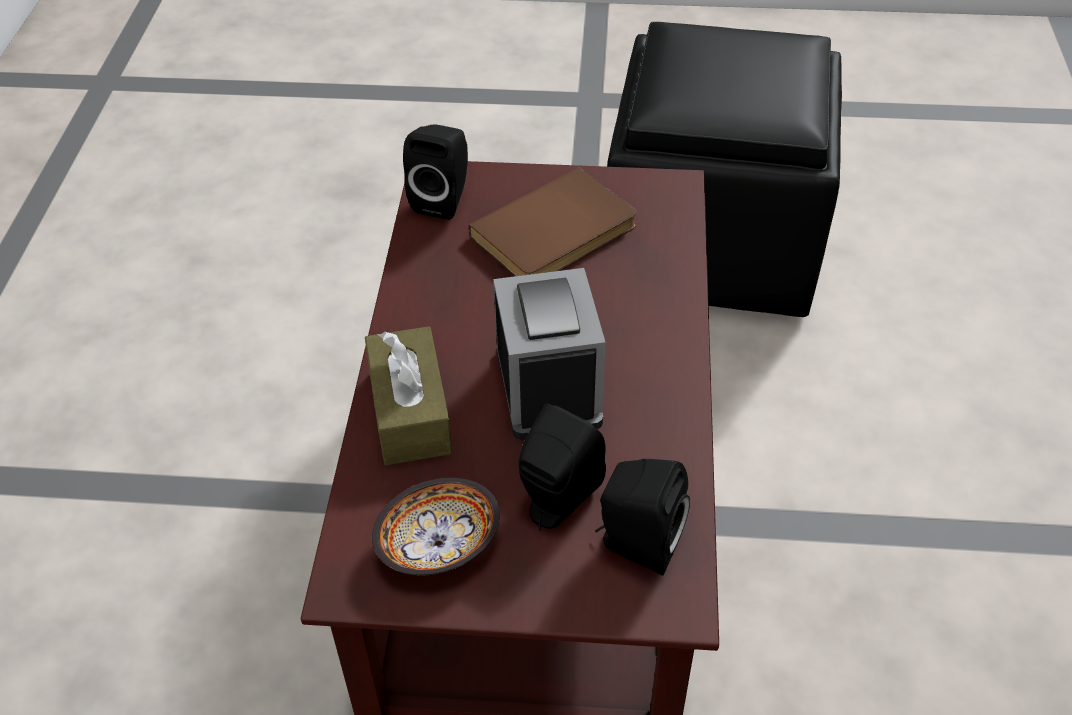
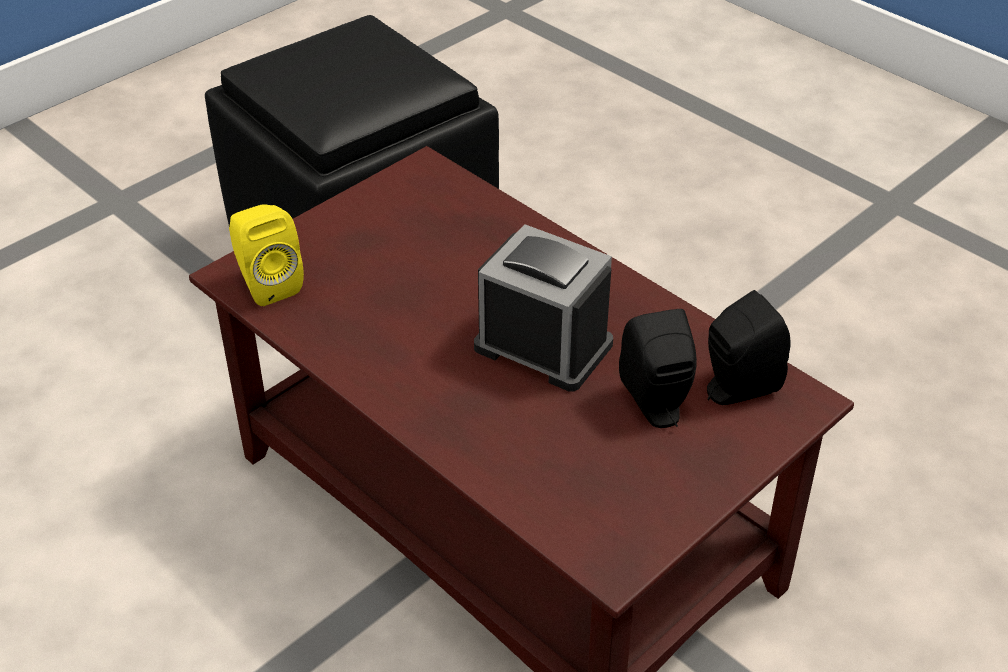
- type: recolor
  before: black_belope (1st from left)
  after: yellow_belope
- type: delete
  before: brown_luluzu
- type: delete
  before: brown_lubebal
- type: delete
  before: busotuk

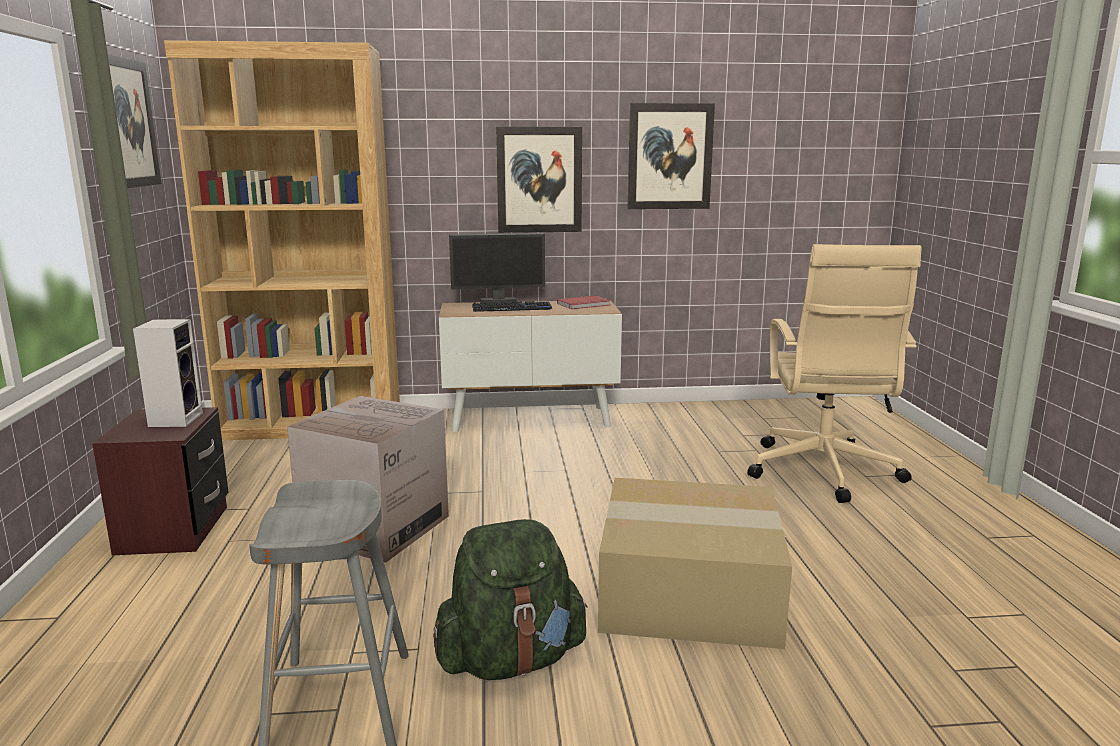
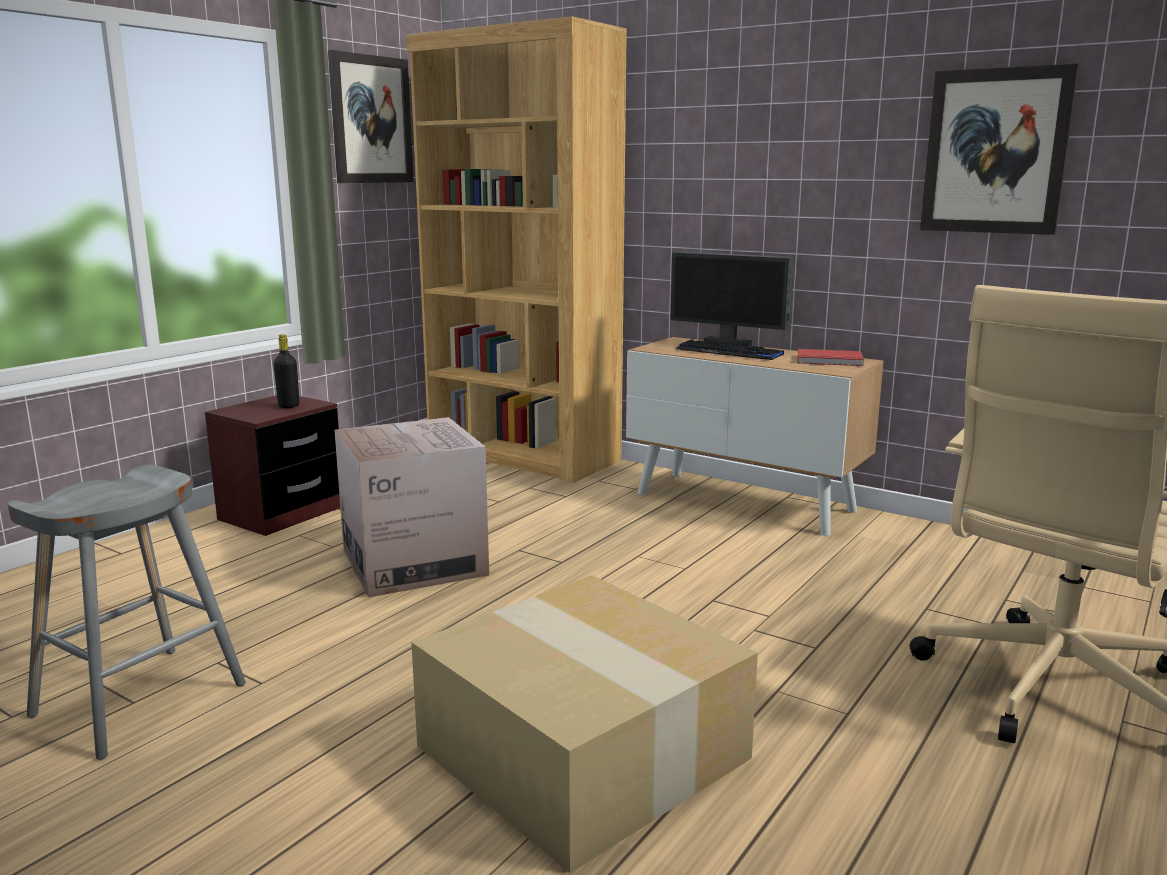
- type: delete
  before: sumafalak (2nd from left)
- type: replace
  before: belope
  after: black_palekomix
- type: delete
  before: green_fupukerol

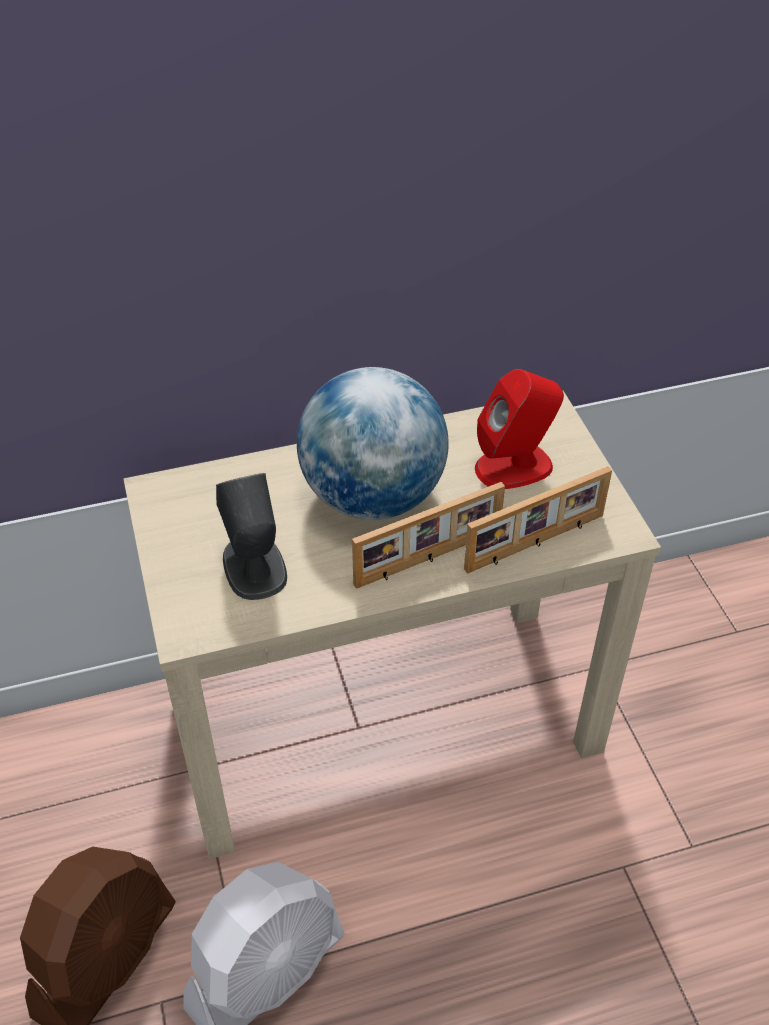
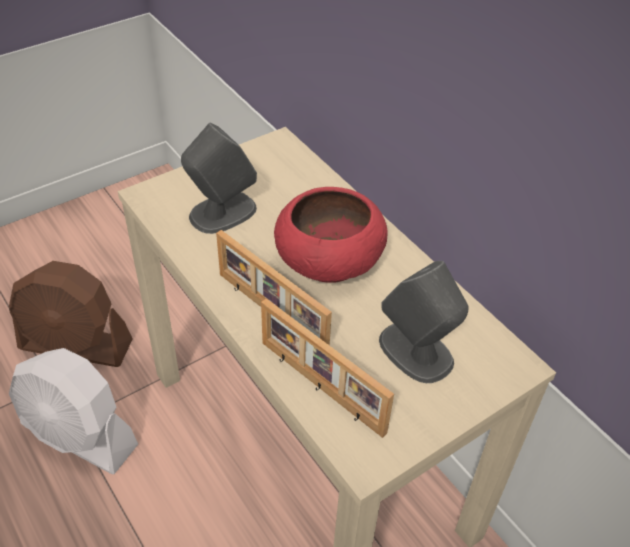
- type: replace
  before: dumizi
  after: red_busotuk
- type: recolor
  before: red_belope
  after: grey_belope (2nd from left)

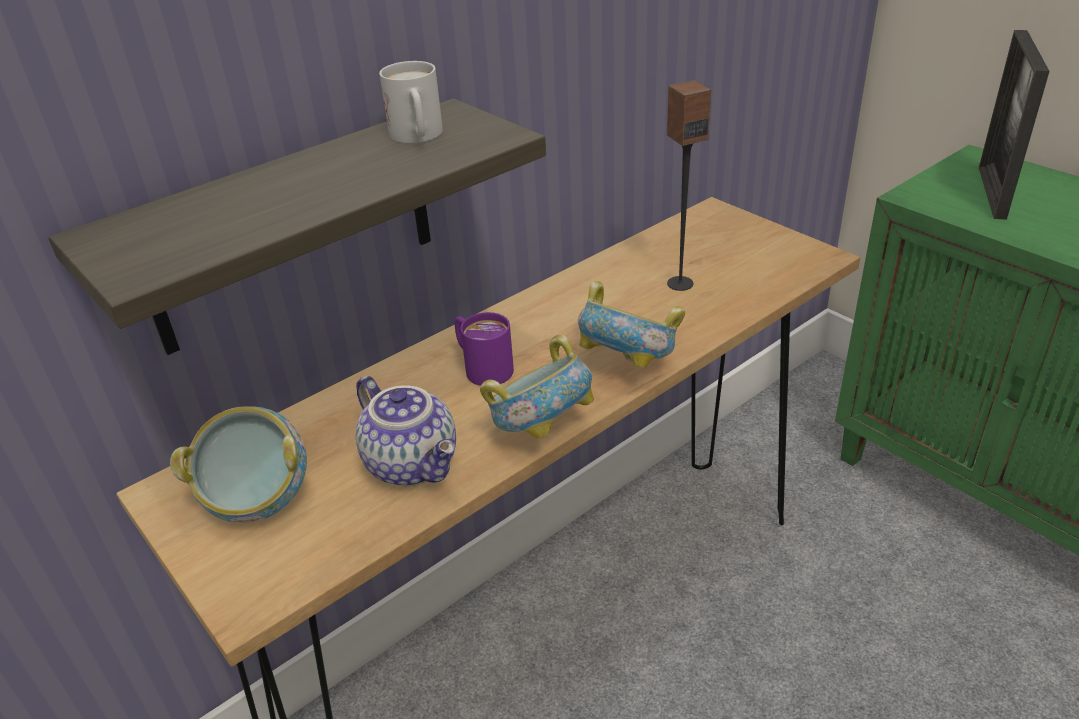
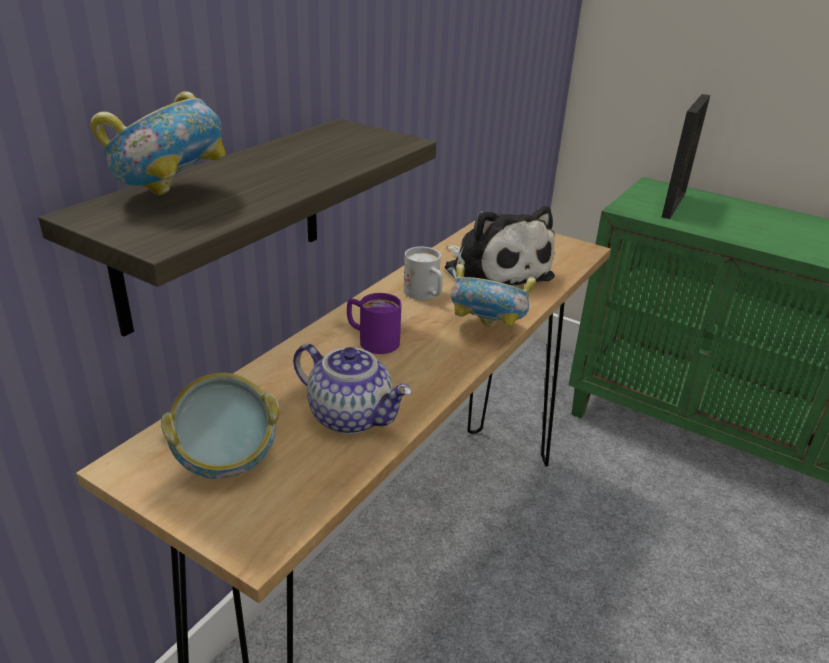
- type: rotate
  before: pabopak
  turn: -150
- type: move
  before: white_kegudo
- type: replace
  before: belope
  after: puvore
- type: move
  before: busotuk (2nd from left in the first image)
  after: busotuk (1st from left)

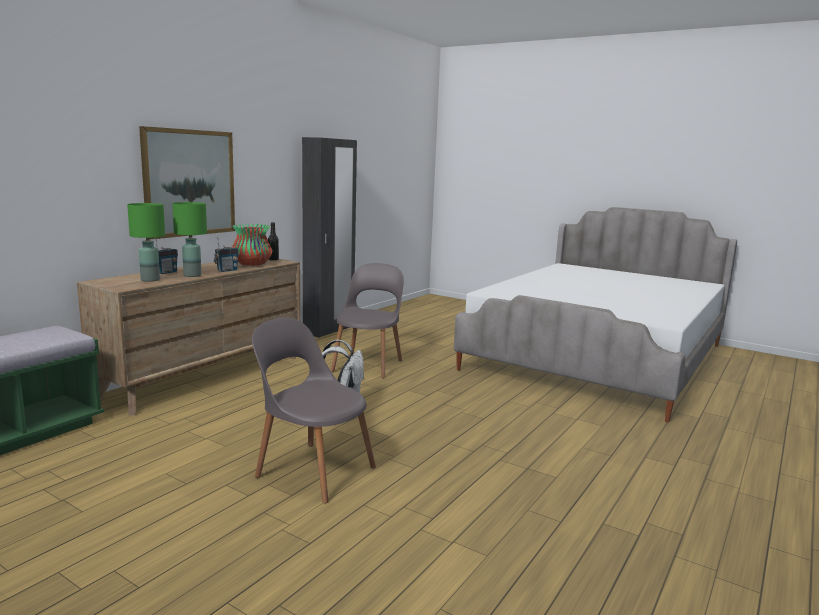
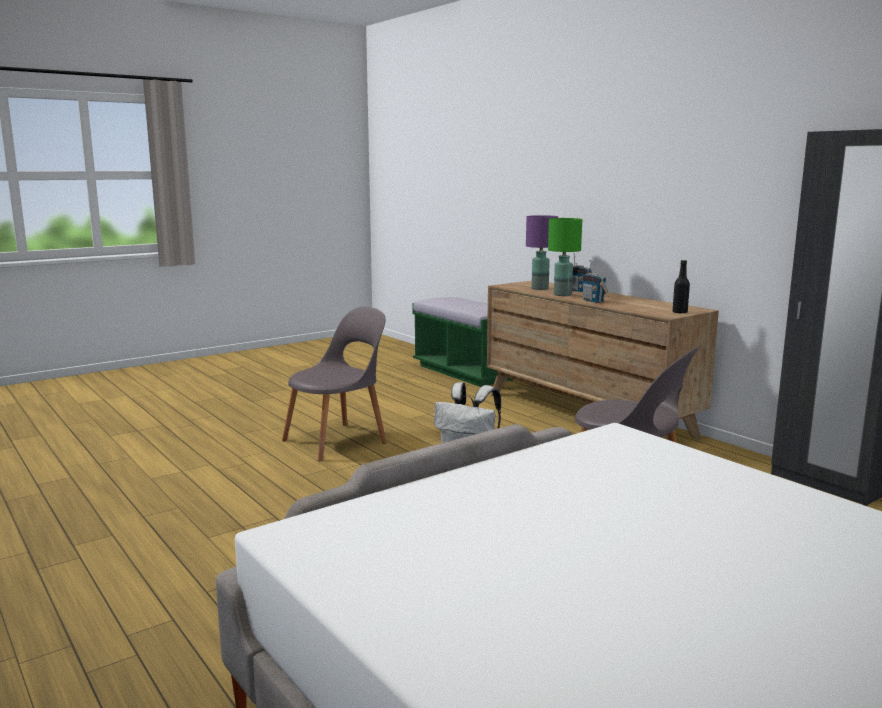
- type: delete
  before: sumafalak
- type: recolor
  before: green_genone (1st from left)
  after: purple_genone
- type: delete
  before: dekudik

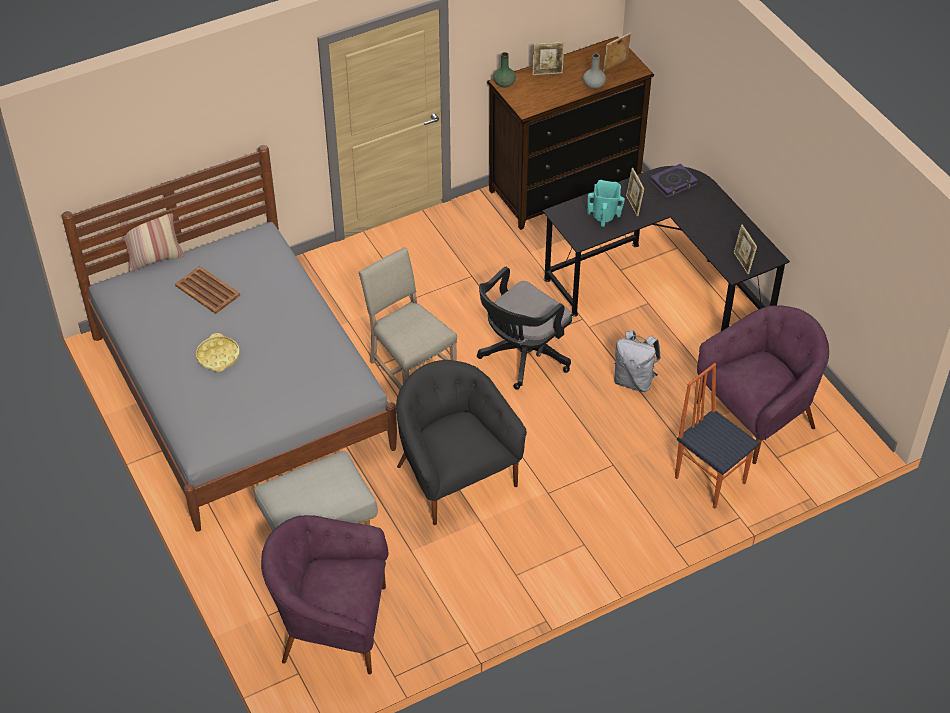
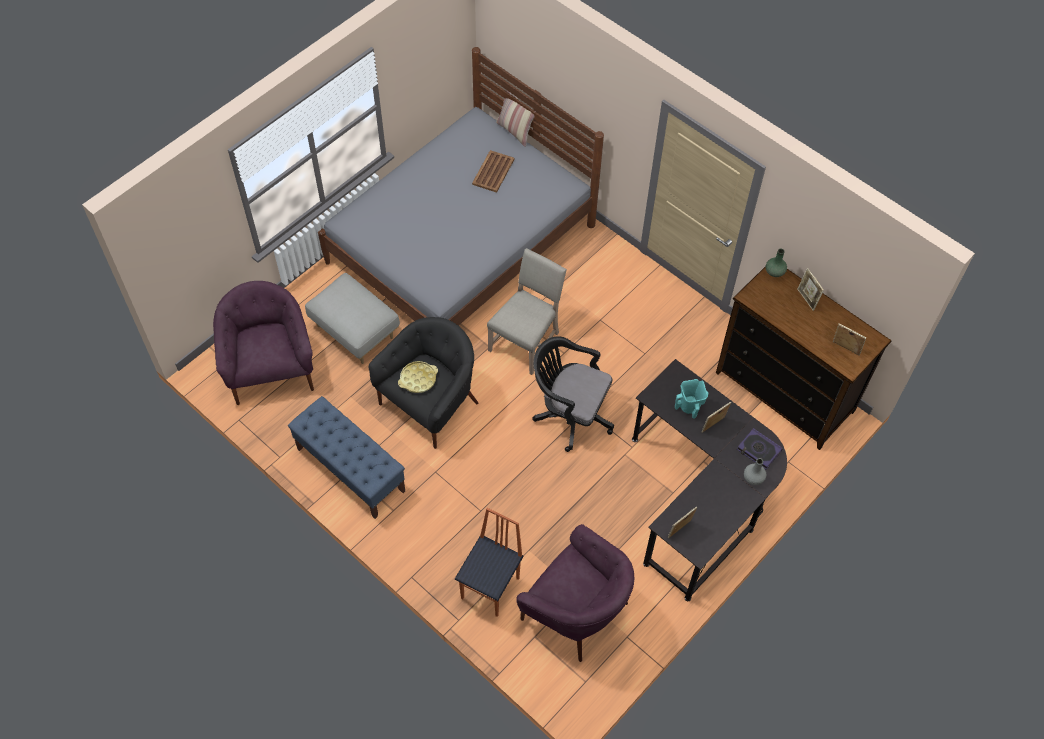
- type: move
  before: grey_dekudik
- type: delete
  before: grey_fupukerol
- type: move
  before: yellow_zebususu
- type: insert
  after: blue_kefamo

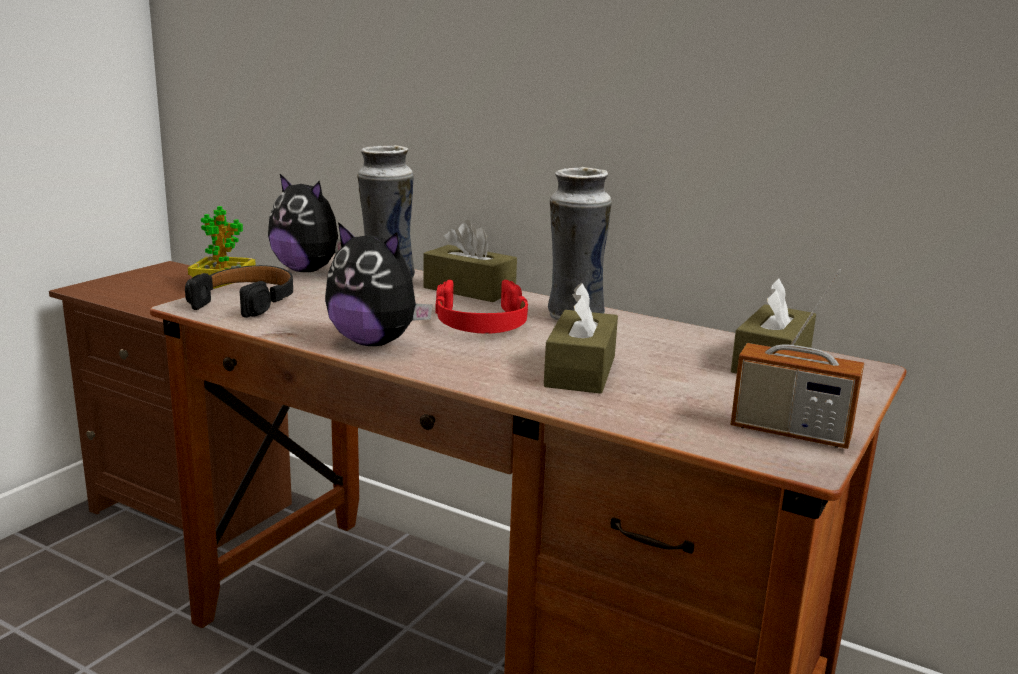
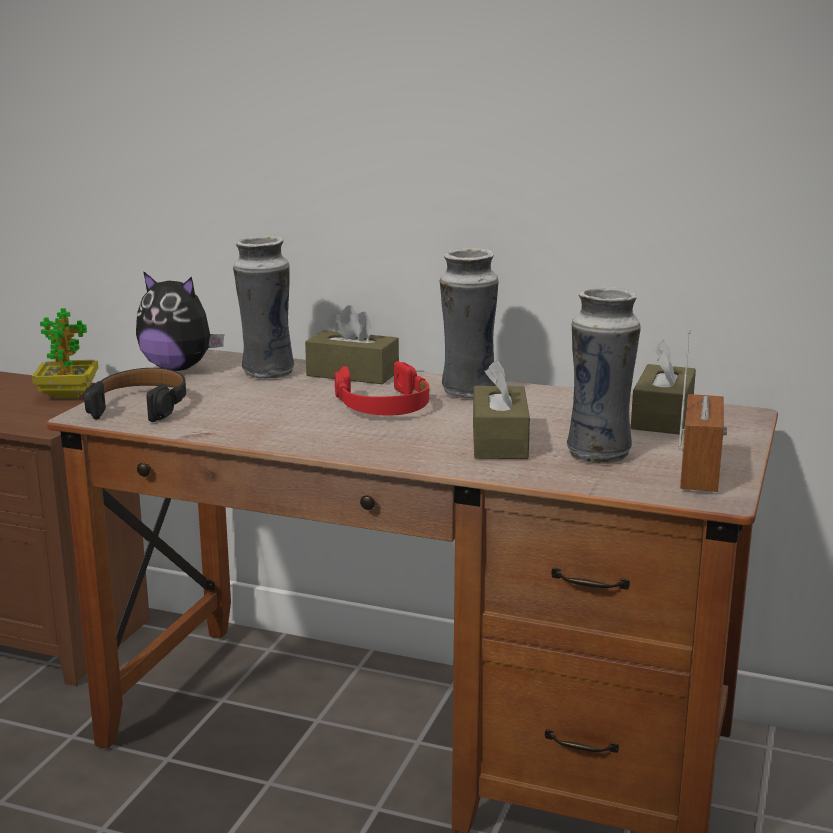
- type: delete
  before: puvore (2nd from left)
- type: rotate
  before: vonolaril
  turn: -90
- type: insert
  after: dekudik (3rd from left)

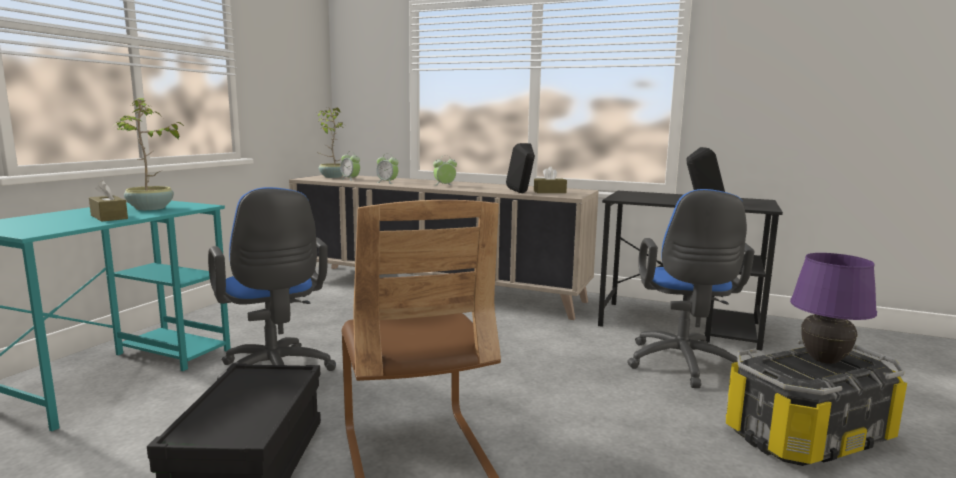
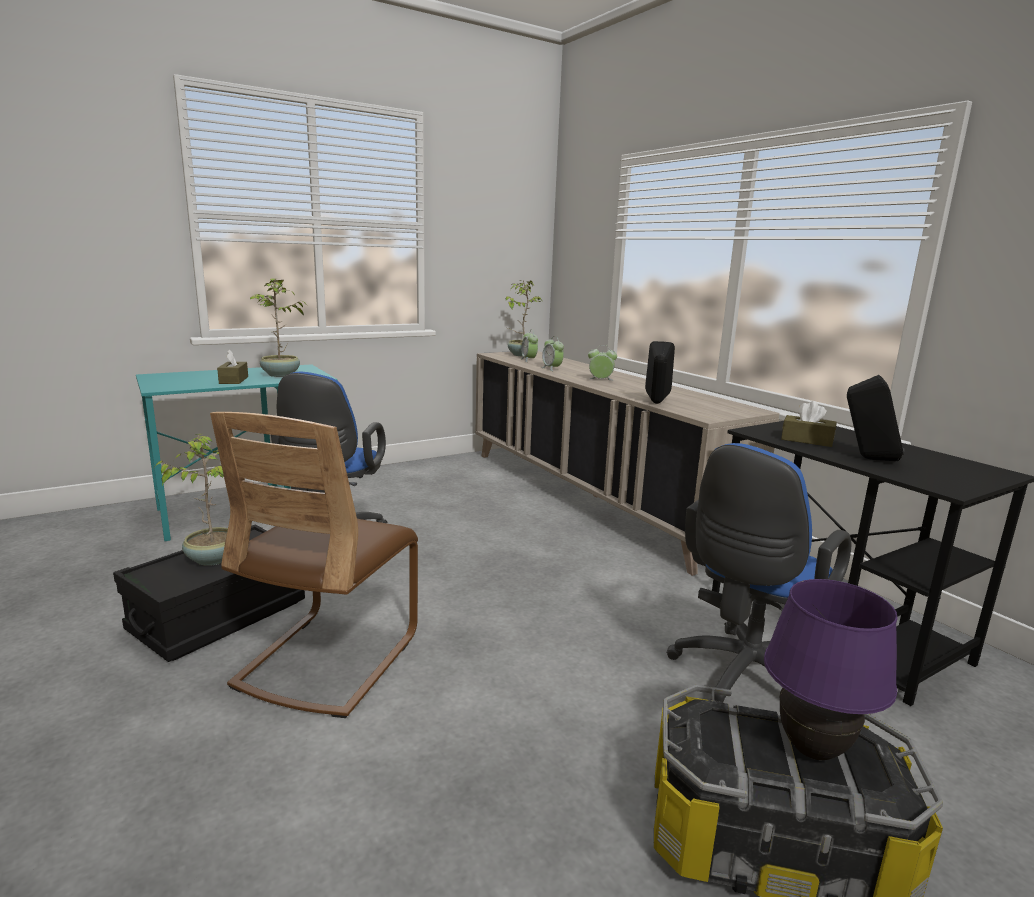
- type: move
  before: brown_lubebal (2nd from left)
- type: insert
  after: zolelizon (1st from left)

